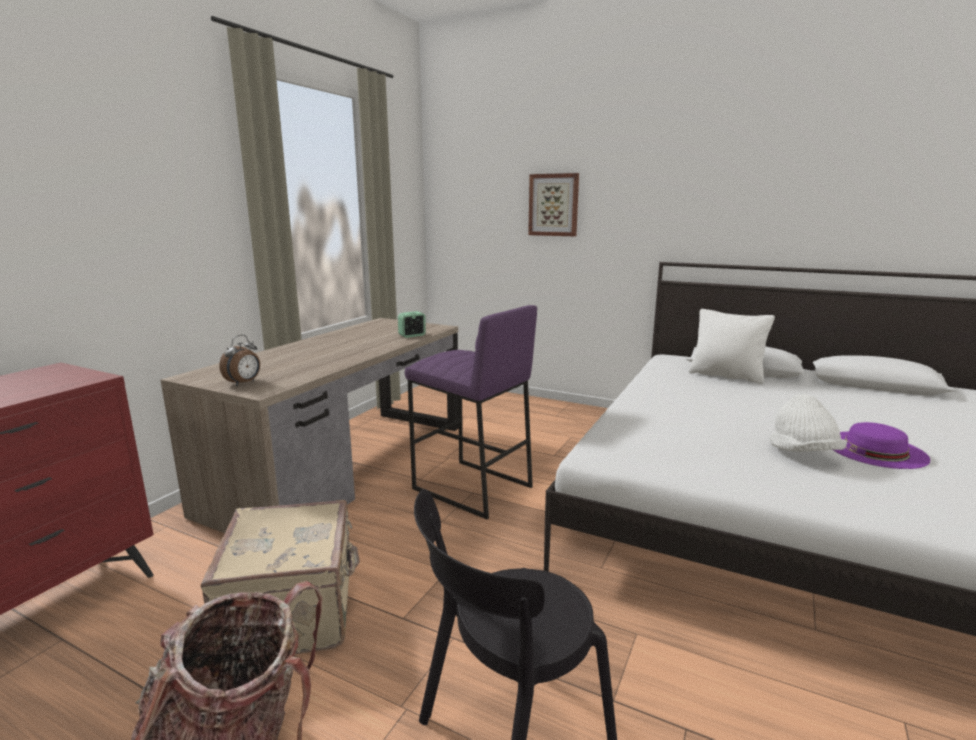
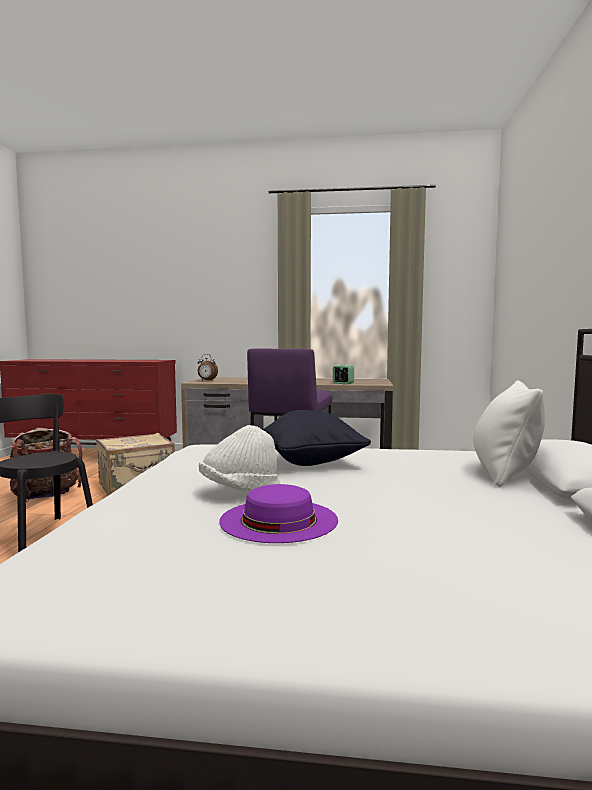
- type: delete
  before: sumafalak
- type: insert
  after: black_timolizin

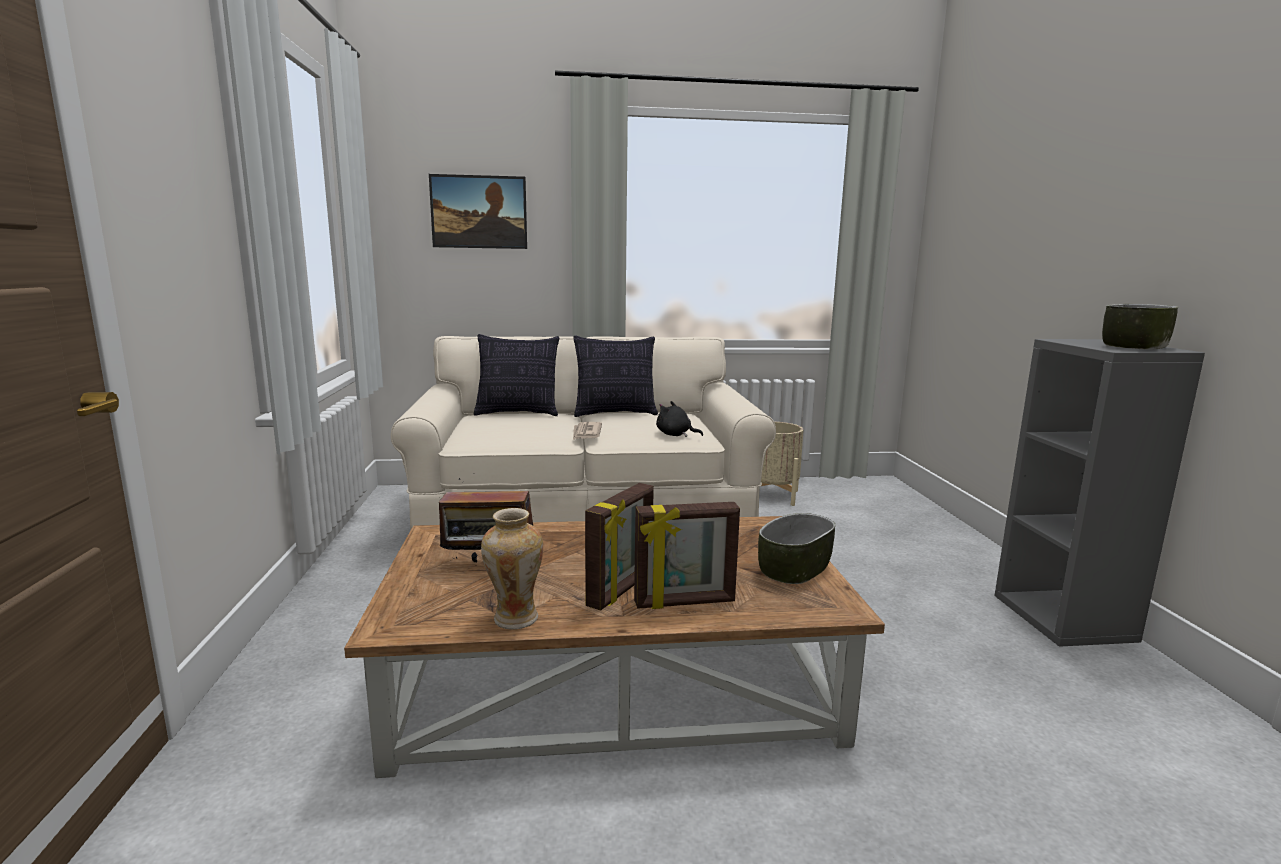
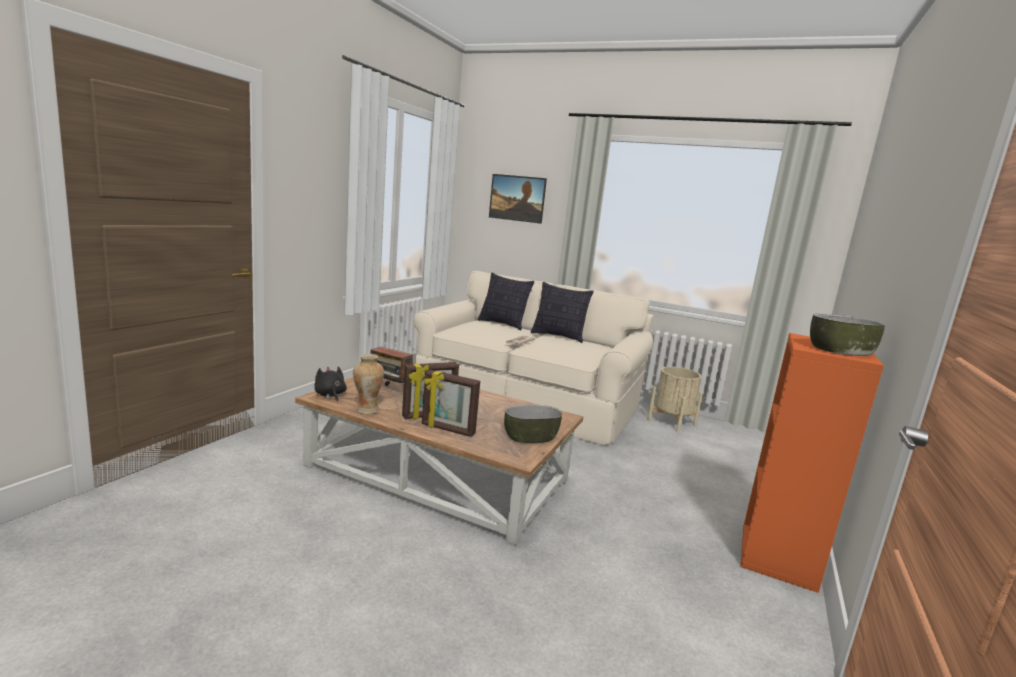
- type: recolor
  before: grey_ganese
  after: orange_ganese
- type: move
  before: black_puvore

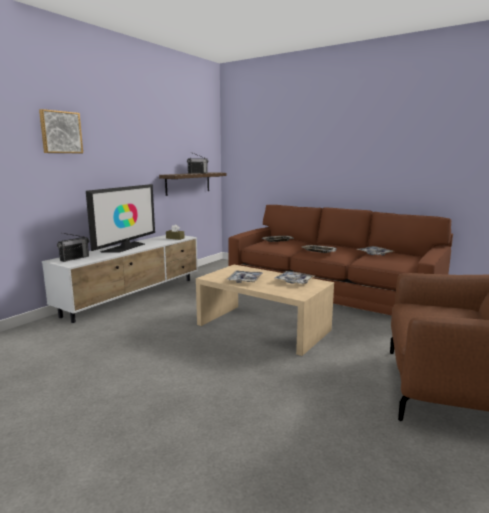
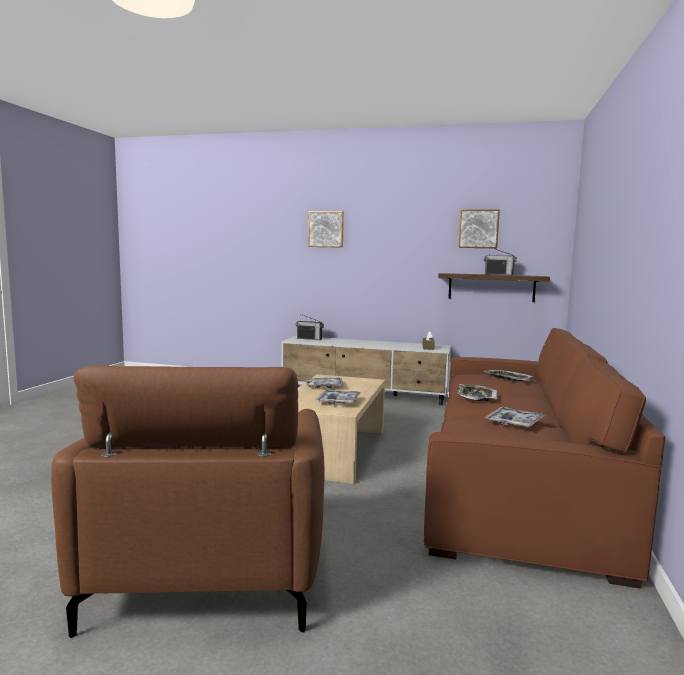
- type: delete
  before: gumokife
- type: insert
  after: sumafalak (2nd from left)

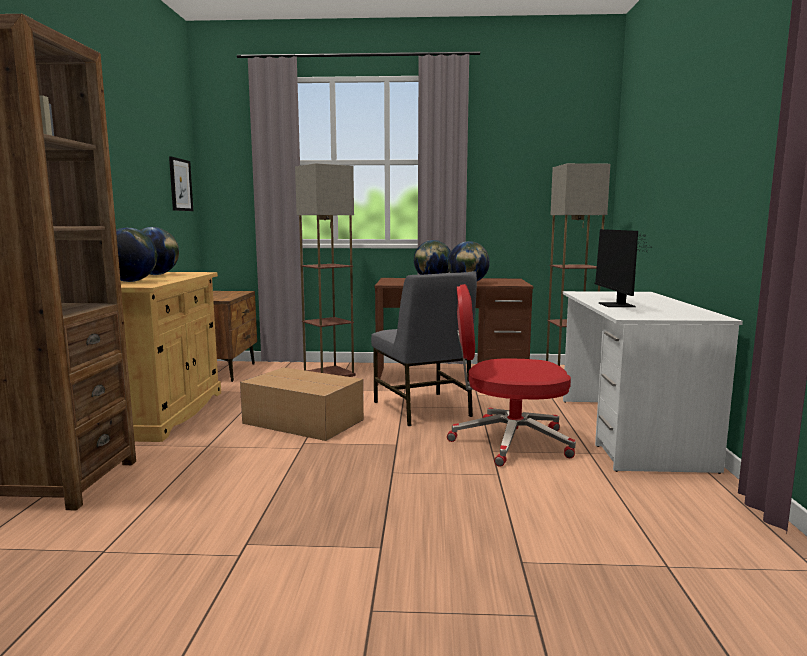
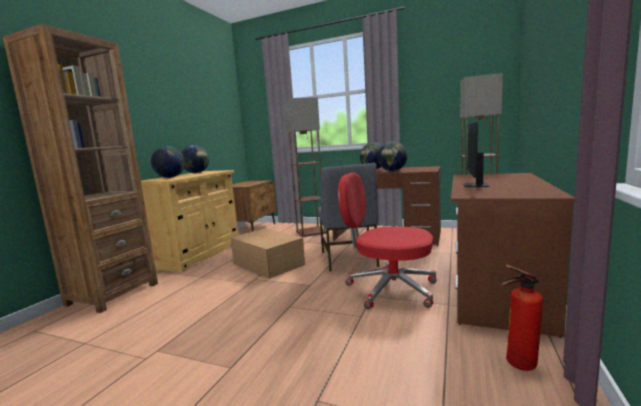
- type: delete
  before: sumafalak
- type: recolor
  before: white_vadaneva
  after: brown_vadaneva (2nd from left)
- type: insert
  after: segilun

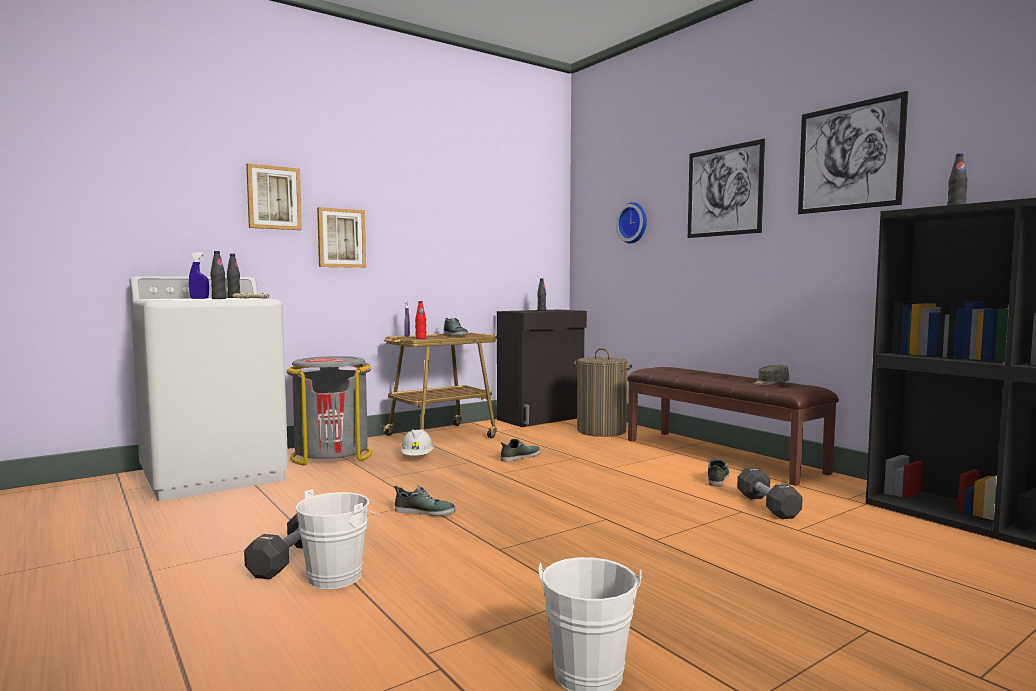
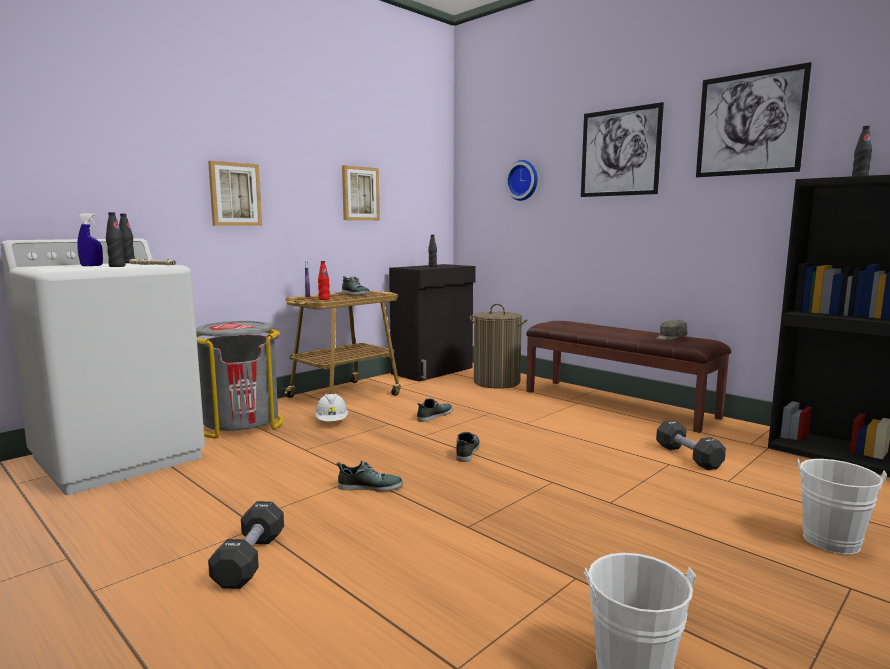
- type: move
  before: sumafalak (1st from left in the first image)
  after: sumafalak (2nd from left)
- type: move
  before: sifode (4th from left)
- type: move
  before: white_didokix (1st from left in the first image)
  after: white_didokix (2nd from left)

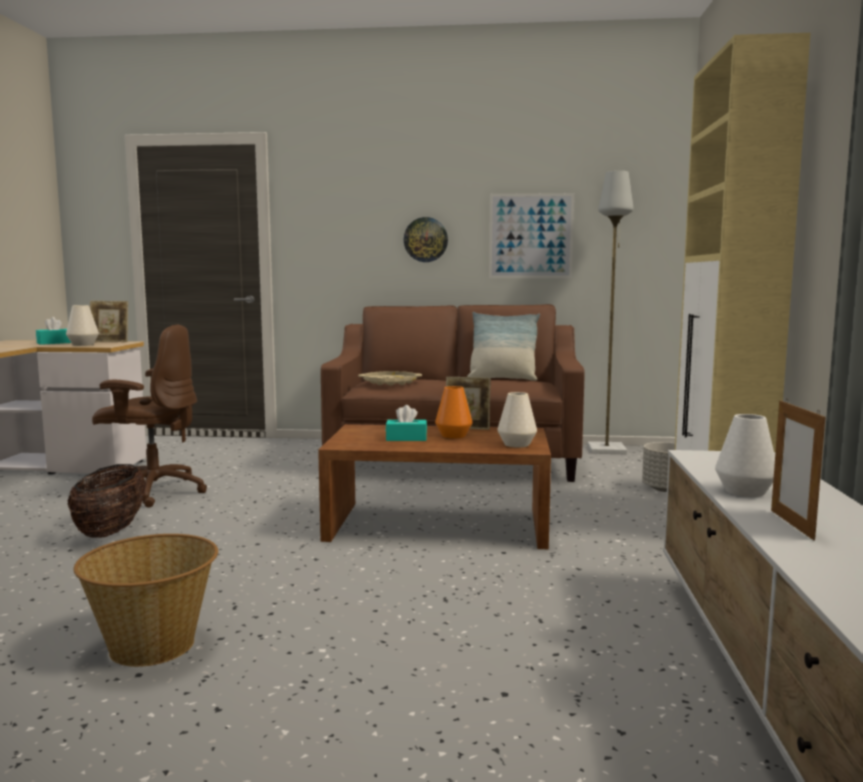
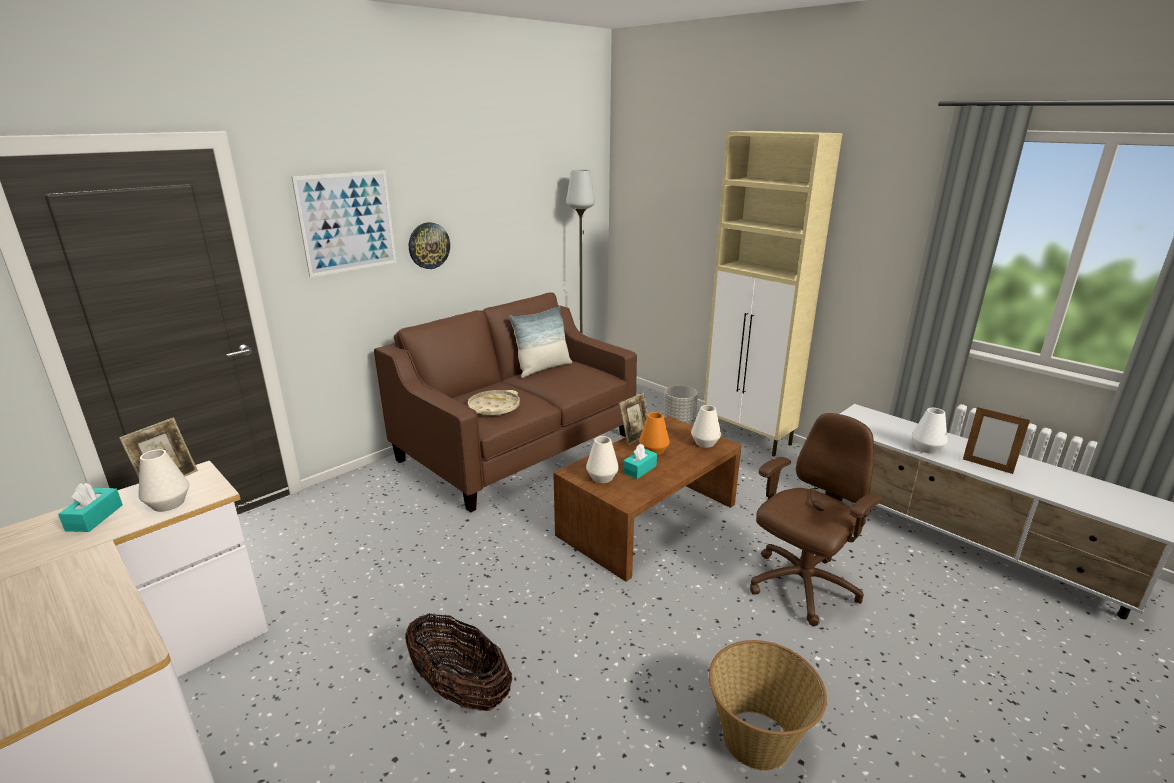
- type: move
  before: sumafalak
- type: move
  before: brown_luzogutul
- type: insert
  after: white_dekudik (2nd from left)

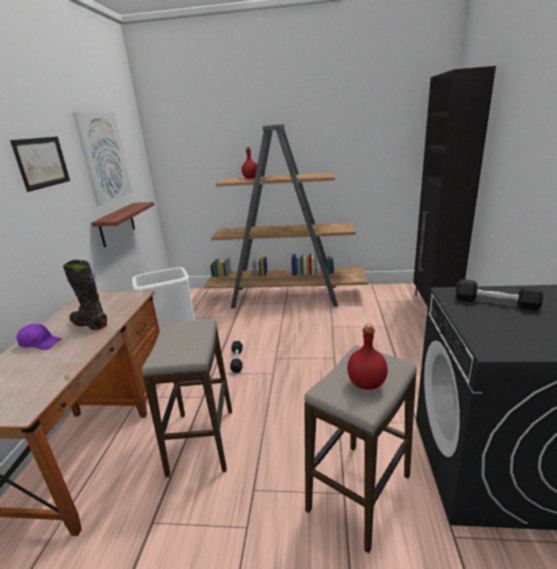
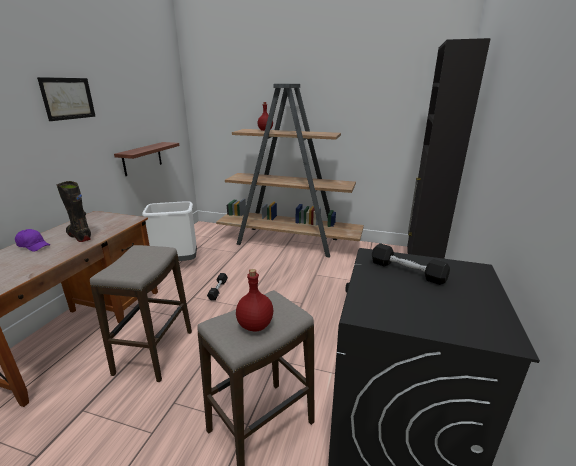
- type: delete
  before: sumafalak (2nd from left)

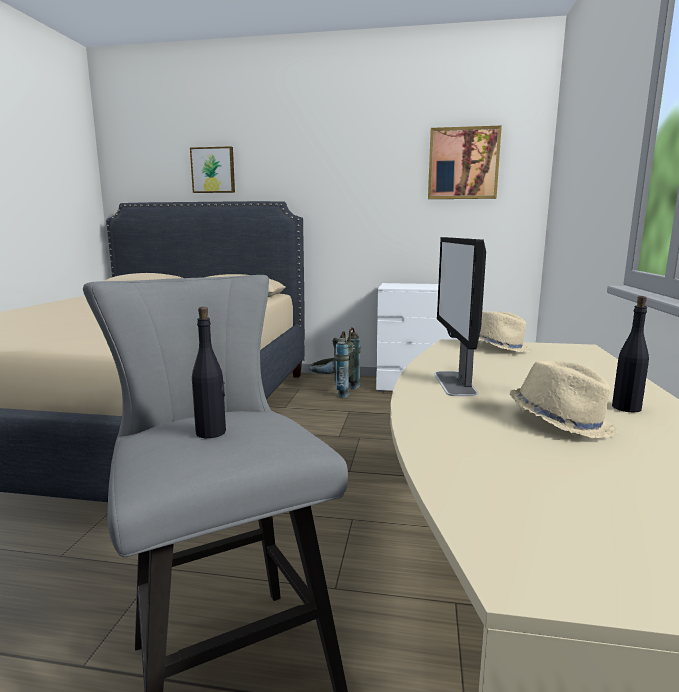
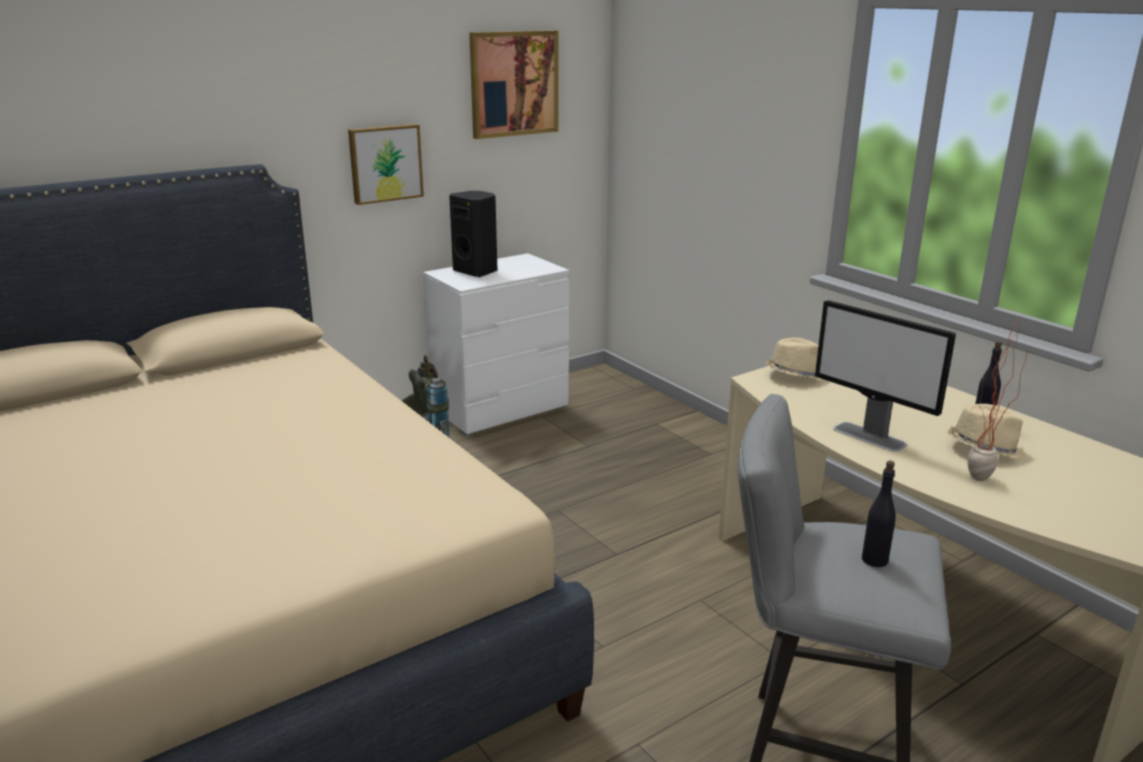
- type: move
  before: sumafalak (1st from left)
- type: insert
  after: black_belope
- type: insert
  after: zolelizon

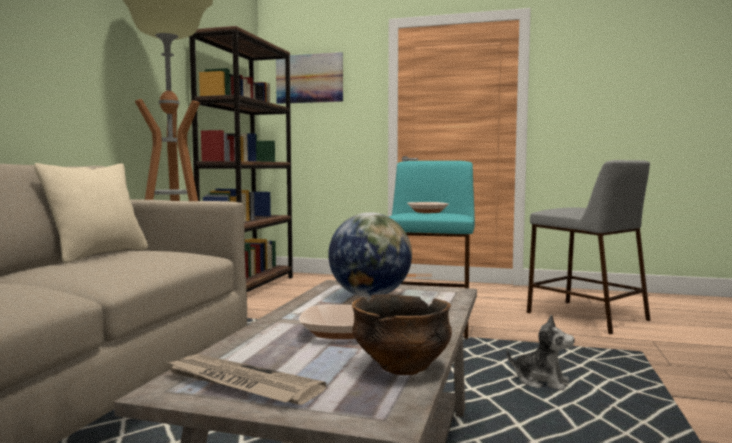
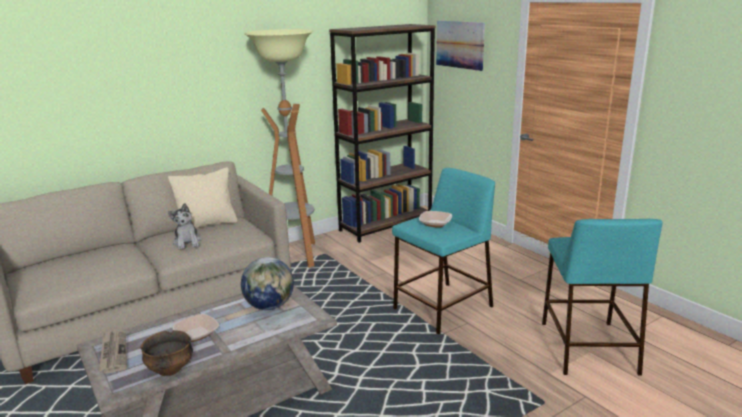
- type: recolor
  before: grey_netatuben
  after: turquoise_netatuben (2nd from left)
- type: move
  before: puvore

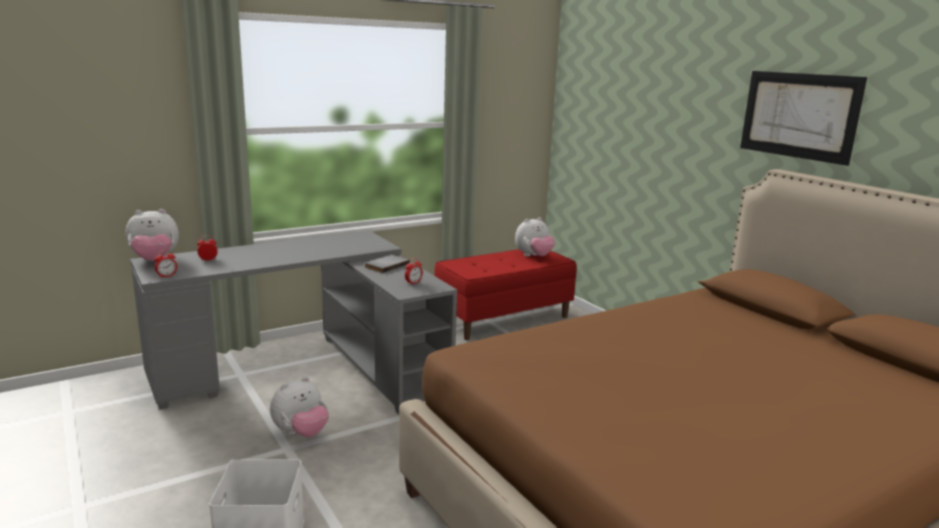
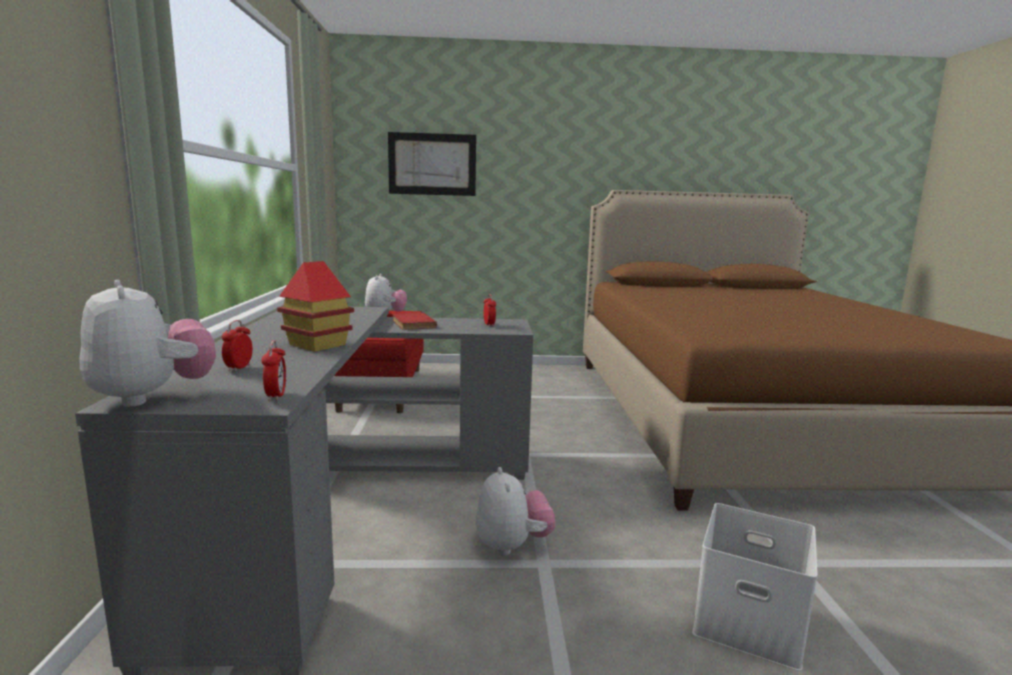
- type: move
  before: sumafalak
- type: rotate
  before: puvore (1st from left)
  turn: -45
- type: recolor
  before: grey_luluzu
  after: red_luluzu
- type: insert
  after: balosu

